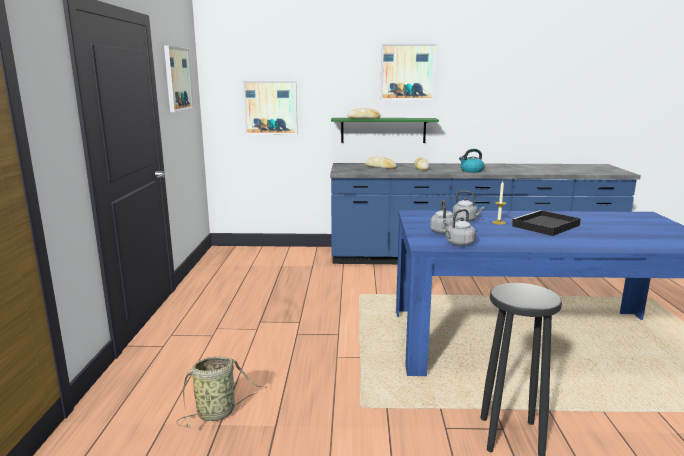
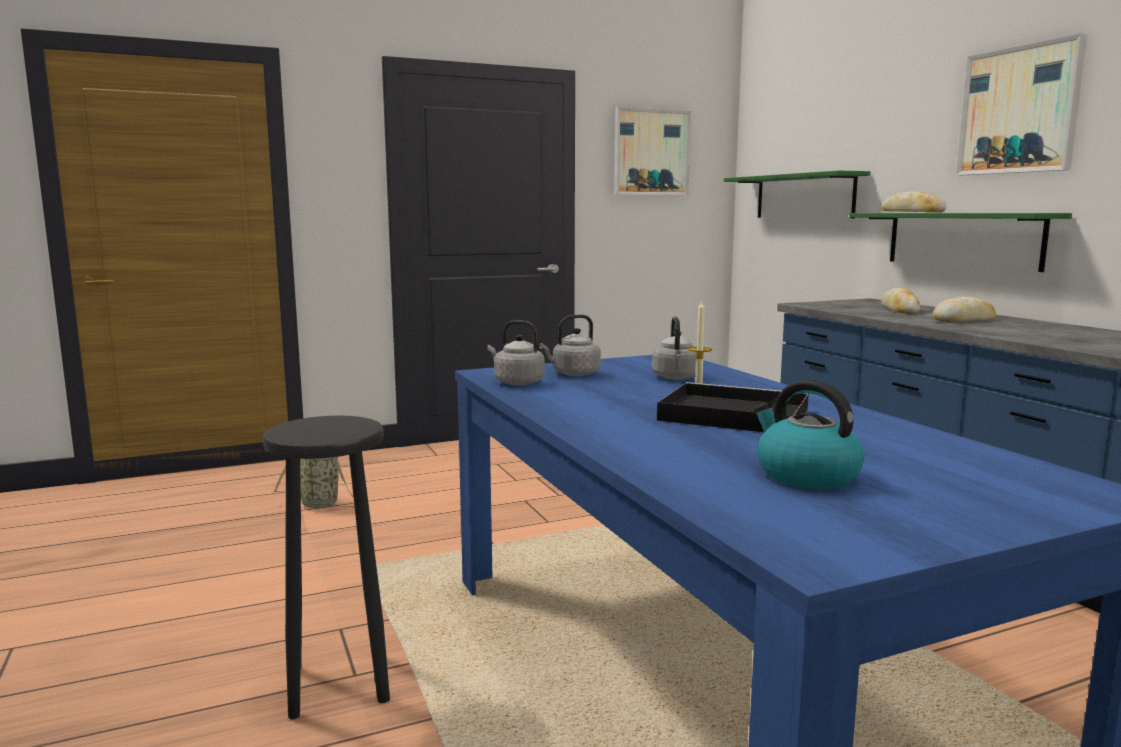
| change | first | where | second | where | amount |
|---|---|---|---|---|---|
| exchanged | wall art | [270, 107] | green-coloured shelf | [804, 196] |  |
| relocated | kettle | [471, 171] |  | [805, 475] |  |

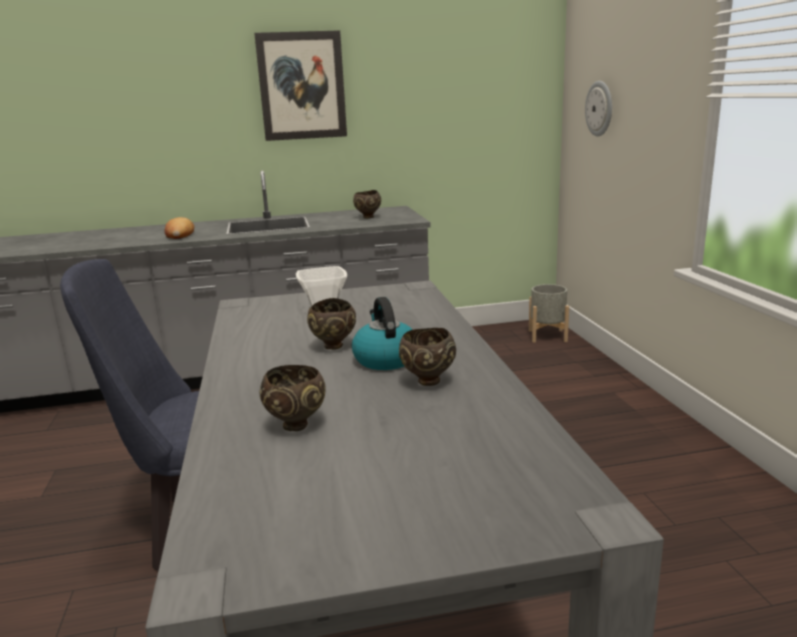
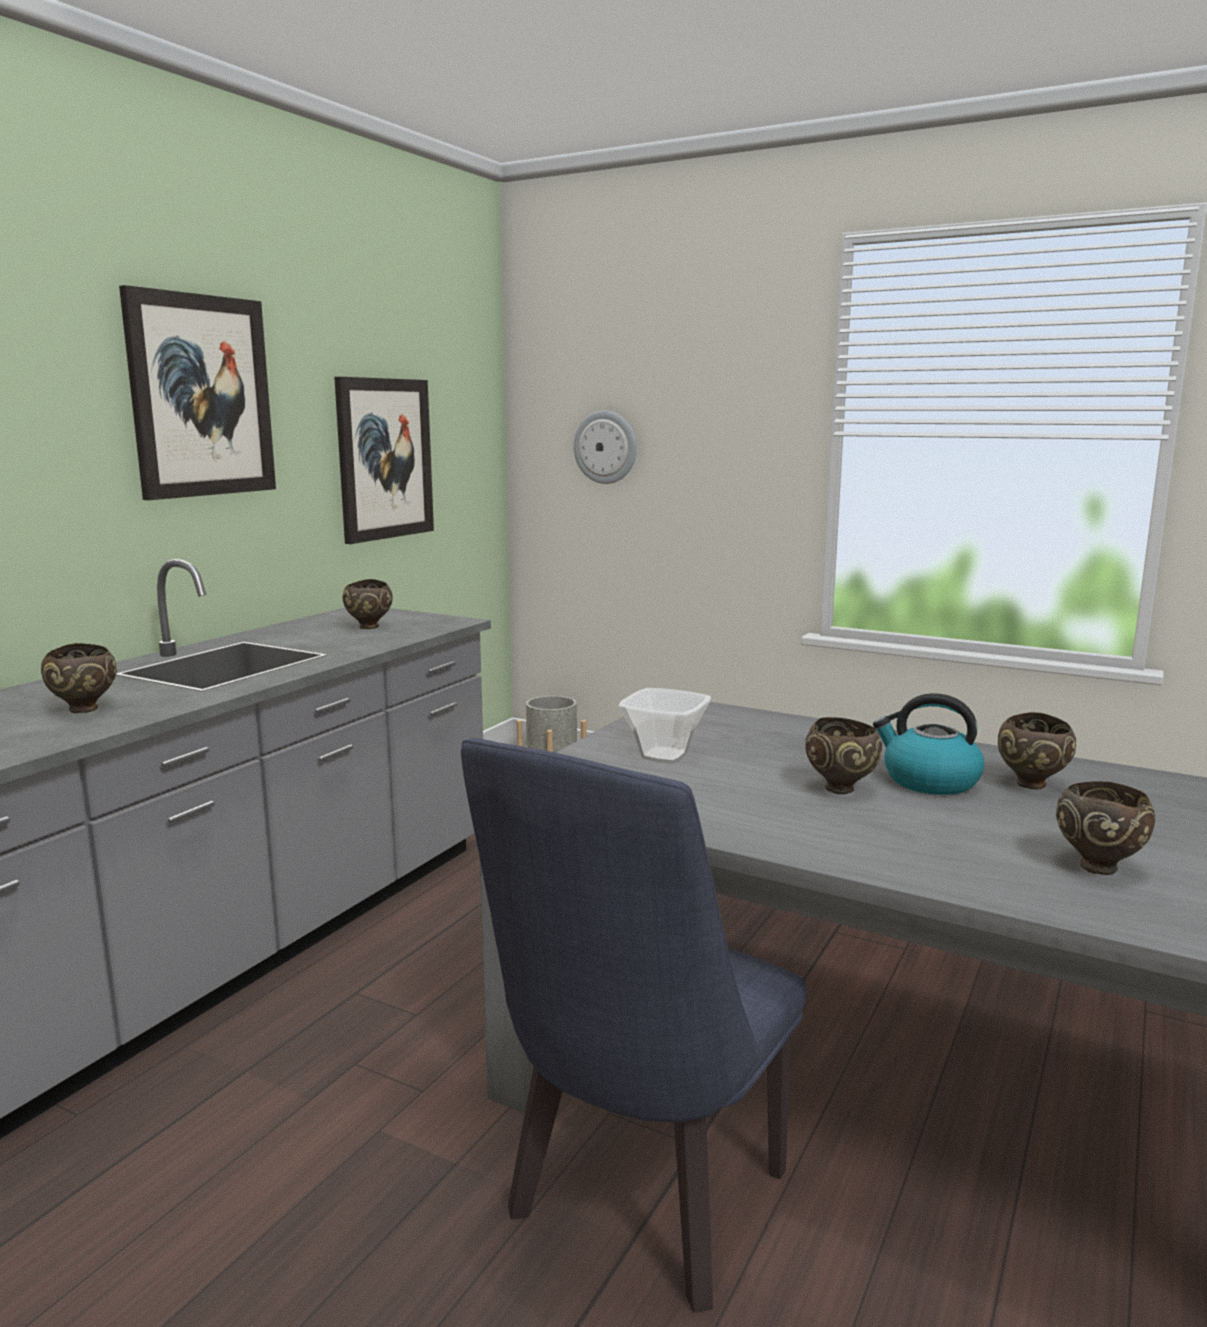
| change | first | where | second | where | amount |
|---|---|---|---|---|---|
| exchanged | bakery bread | [179, 234] | brown-coloured deep dish | [85, 710] |  |
| appeared |  |  | wall art | [384, 459] |  |

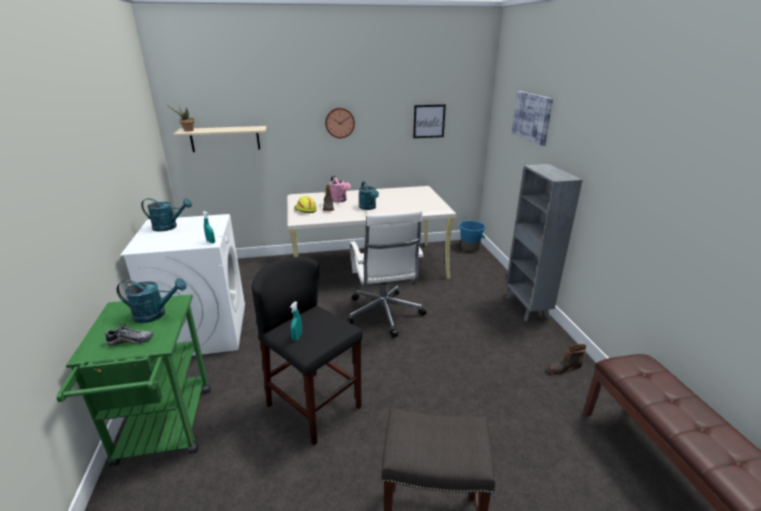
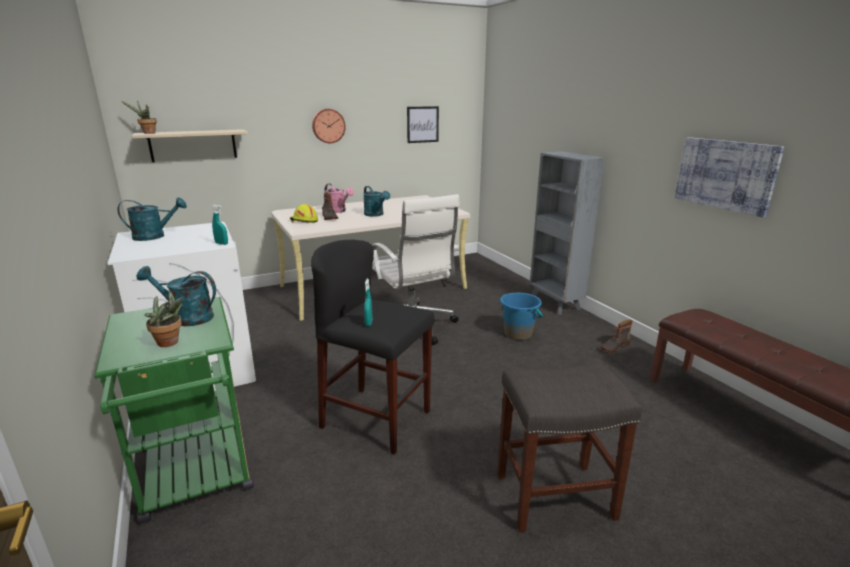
| change | first | where | second | where | amount |
|---|---|---|---|---|---|
| relocated | wall art | [532, 117] |  | [725, 174] |  |
| relocated | blue bucket | [470, 247] |  | [518, 334] |  |
| spun | turquoise-coloured watering pot | [155, 314] |  | [186, 317] | 150 degrees counterclockwise |
| exchanged | low shoe | [131, 341] | potted plant | [171, 342] |  |

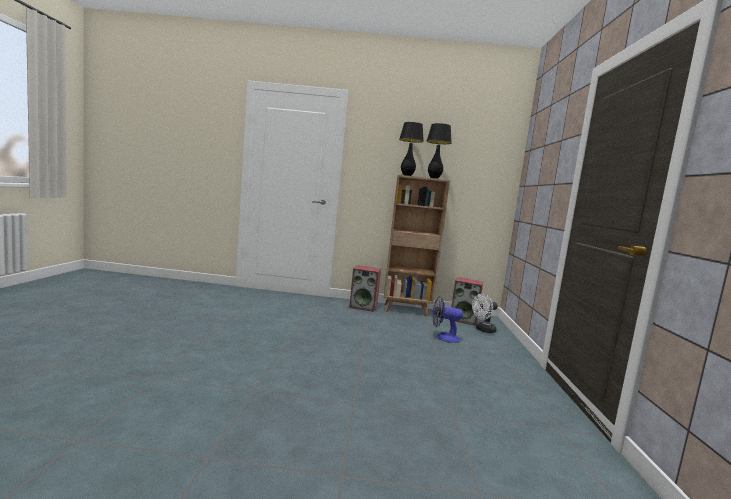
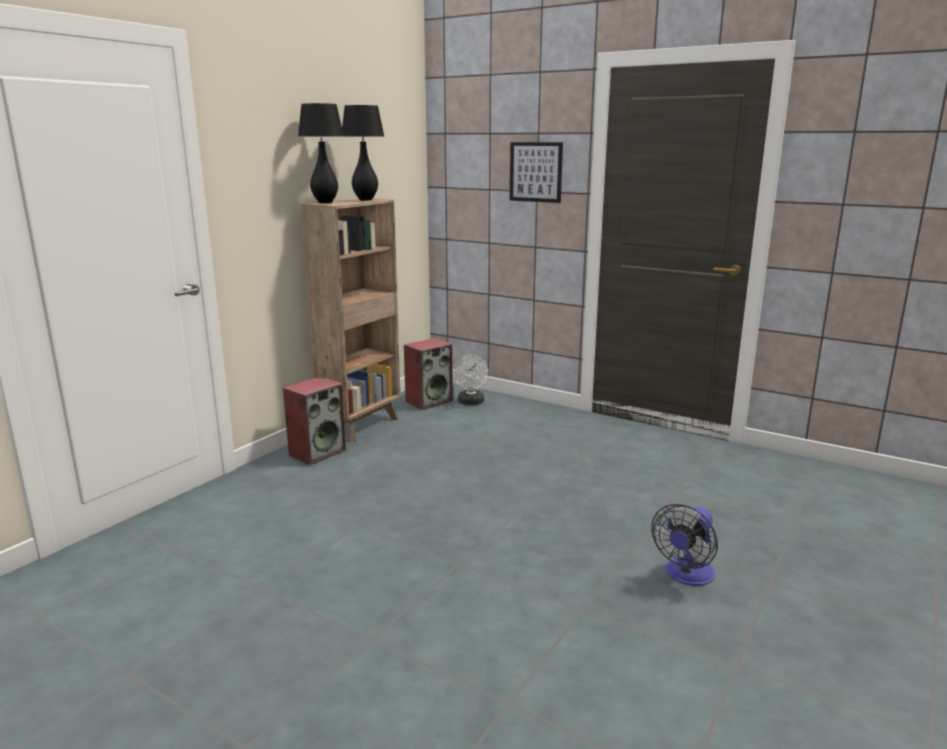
| change | first | where | second | where | amount |
|---|---|---|---|---|---|
| relocated | fan | [443, 337] |  | [686, 575] |  |
| appeared |  |  | wall art | [535, 172] |  |

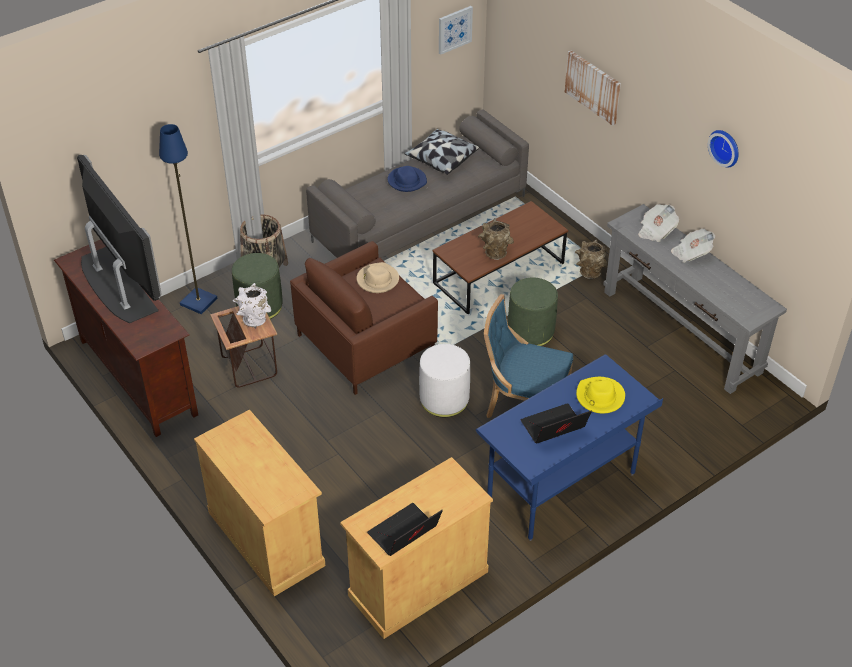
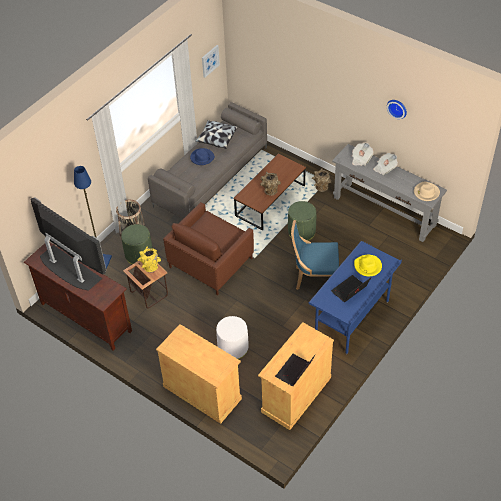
| change | first | where | second | where | amount |
|---|---|---|---|---|---|
| missing | wall art | [593, 87] |  |  |  |
| relocated | sand-coloured wearable hat | [377, 280] |  | [426, 192] |  |
| colour | whitish decorative vase | [253, 319] | yellowish decorative vase | [150, 267] |  |
| relocated | whitish ottoman | [444, 399] |  | [233, 348] |  |

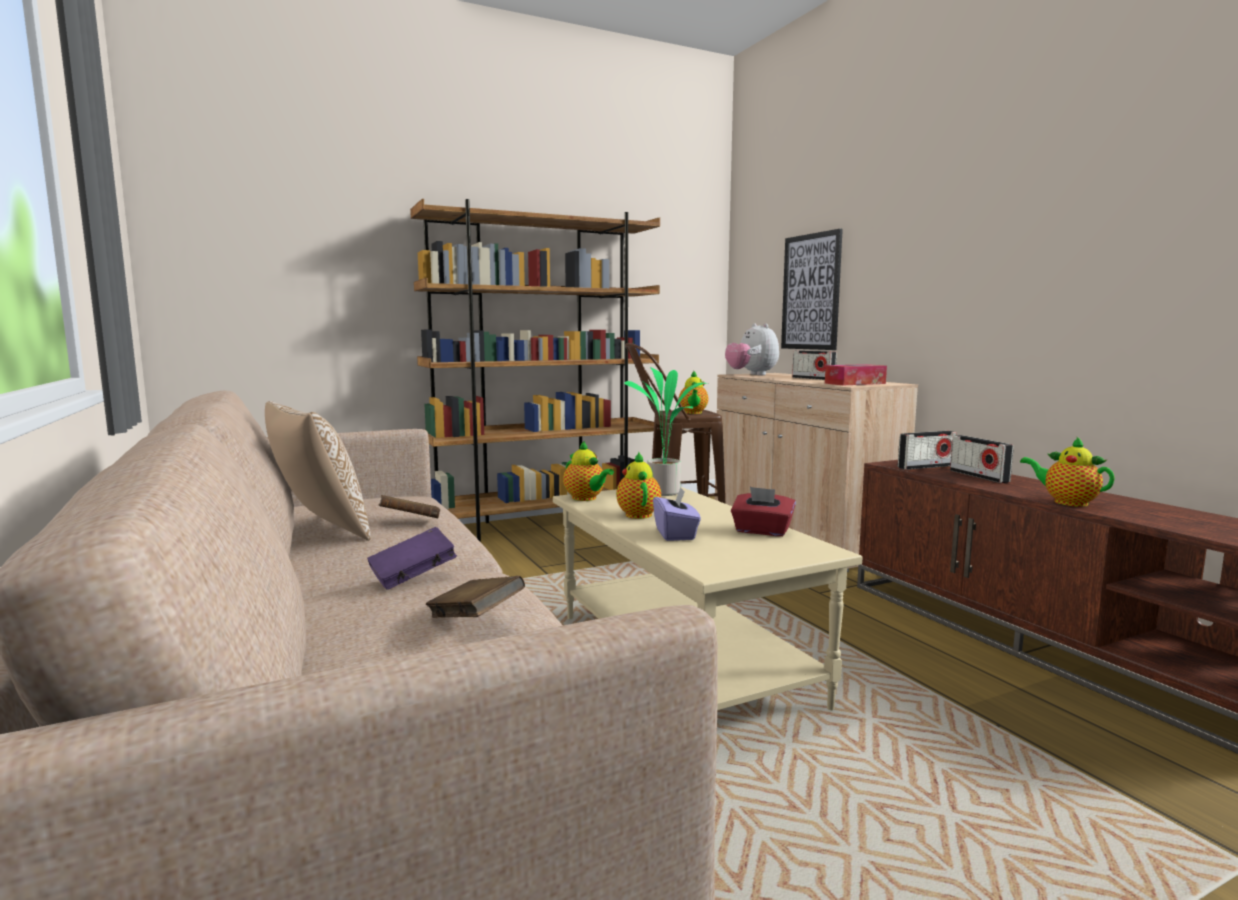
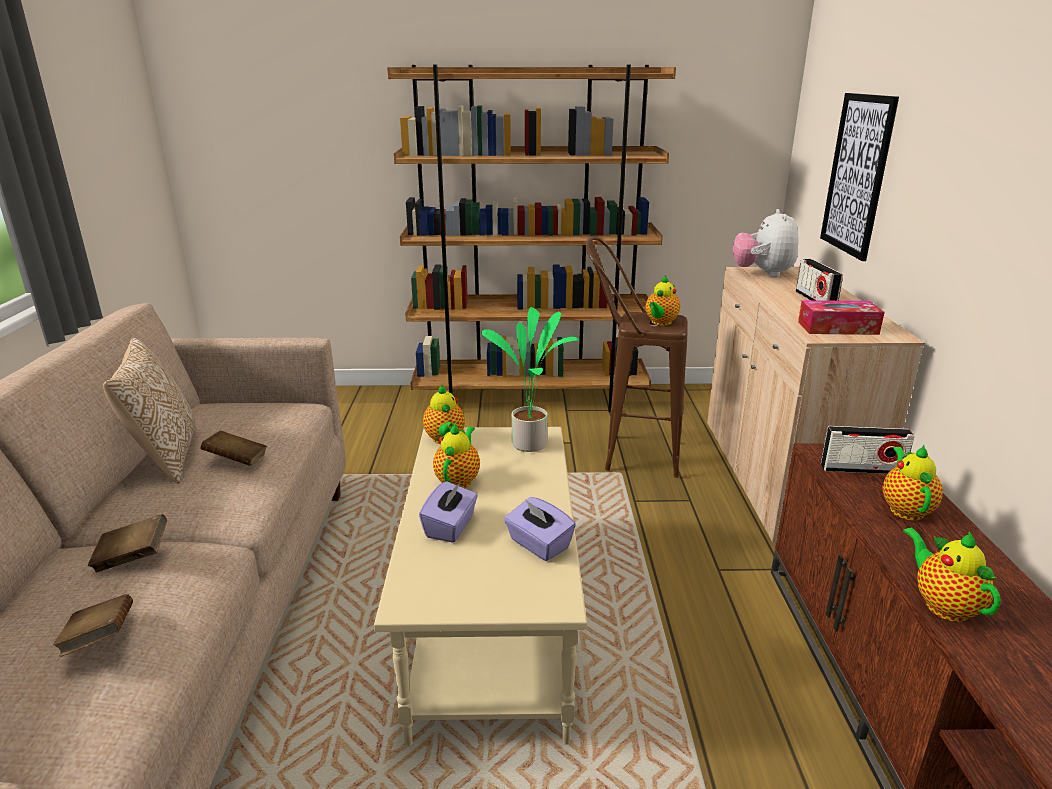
| change | first | where | second | where | amount |
|---|---|---|---|---|---|
| exchanged | radio receiver | [978, 476] | teapot | [905, 509] |  |
| colour | reddish tissue holder | [762, 531] | purple tissue holder | [538, 544] |  |
| colour | purple volume | [413, 577] | brown-coloured volume | [133, 557] |  |

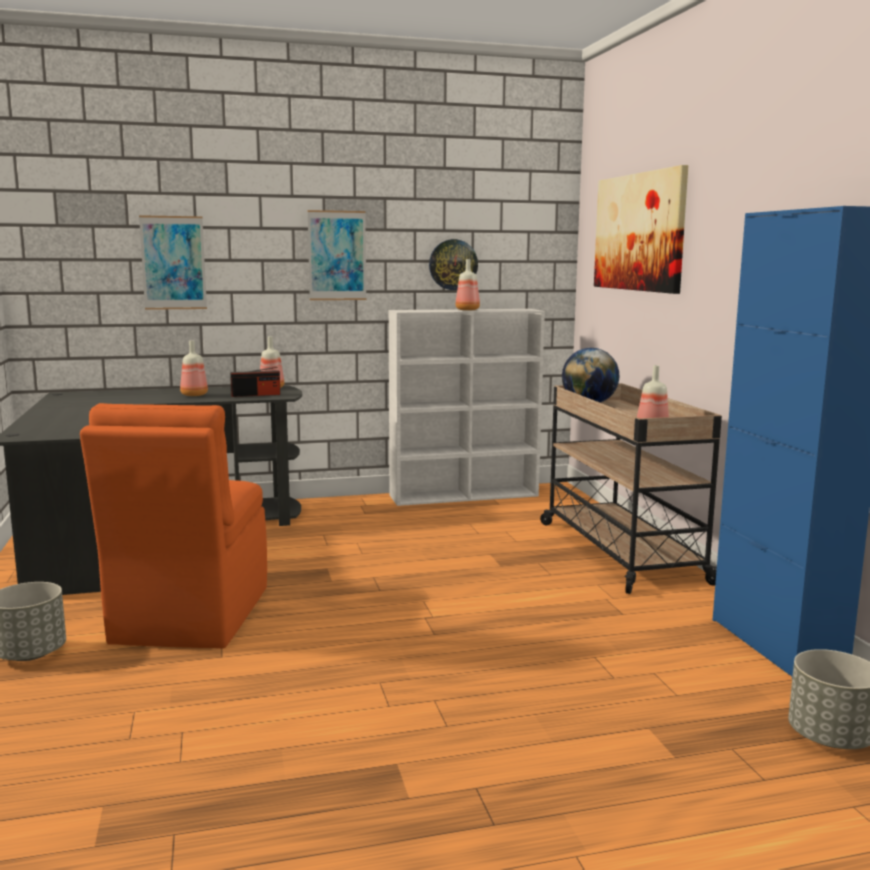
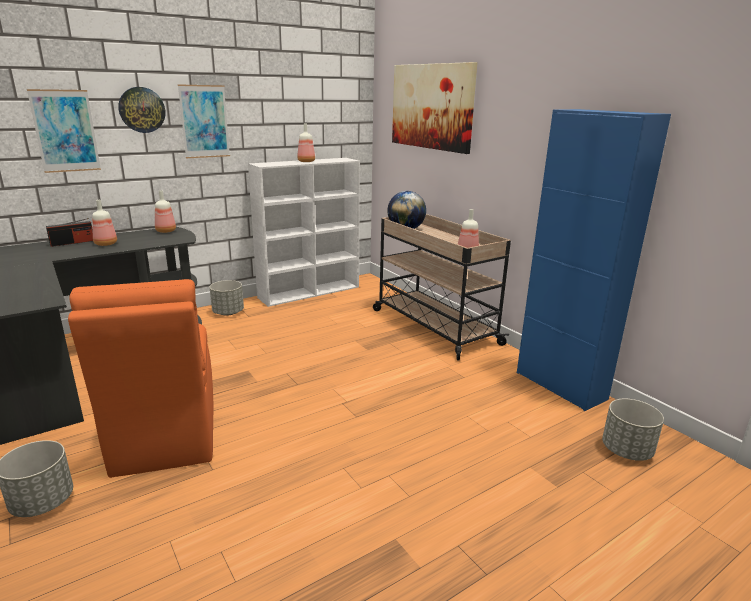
| change | first | where | second | where | amount |
|---|---|---|---|---|---|
| relocated | clock on the wall | [453, 264] |  | [142, 110] |  |
| relocated | radio receiver | [256, 395] |  | [72, 242] |  |
| appeared |  |  | gray flower pot | [228, 313] |  |

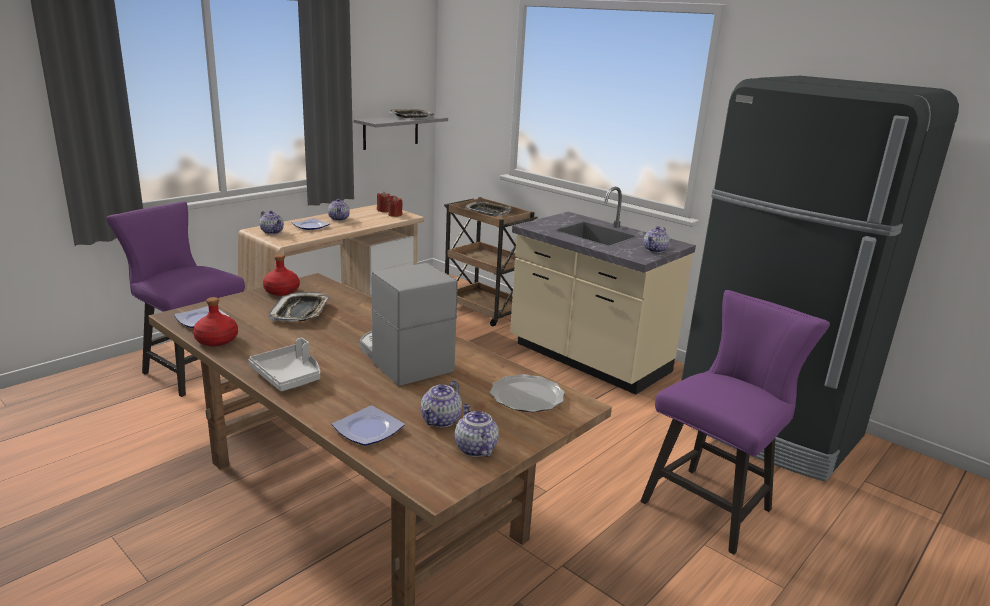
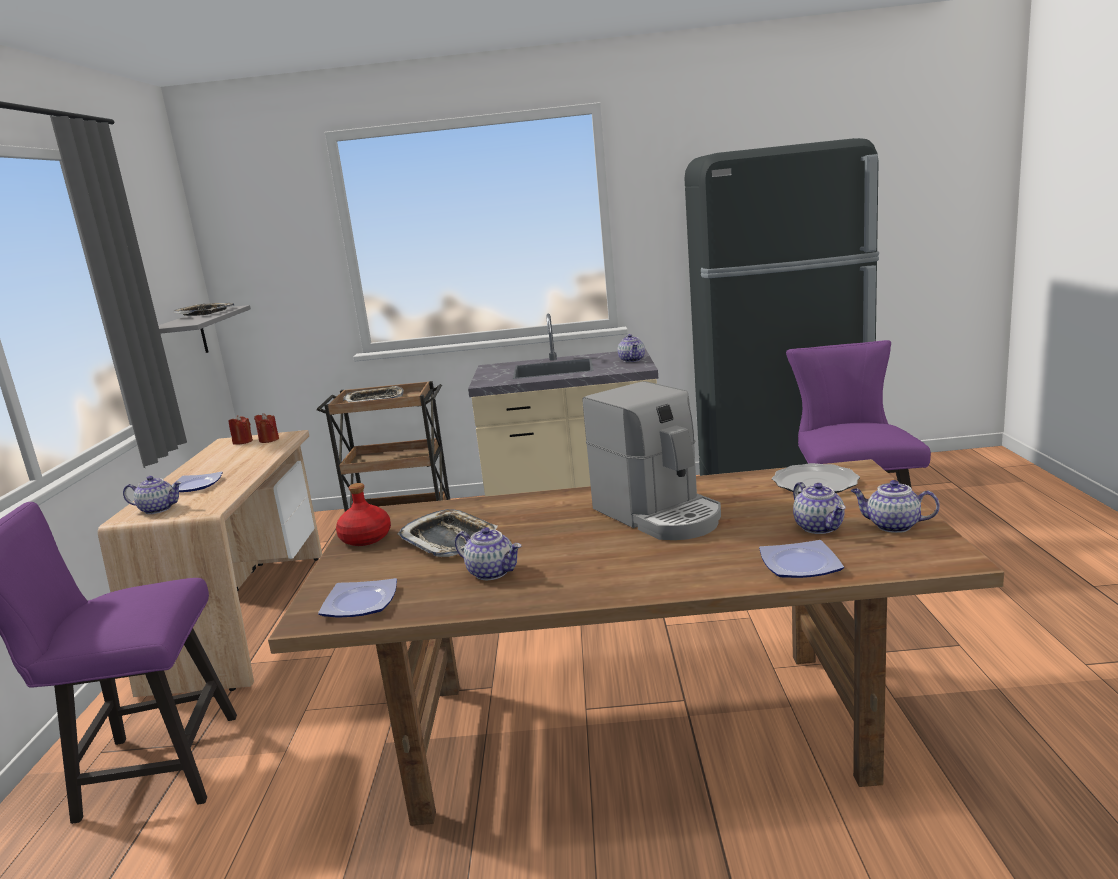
| change | first | where | second | where | amount |
|---|---|---|---|---|---|
| relocated | teapot | [339, 219] |  | [492, 572] |  |
| spun | coffee maker | [403, 359] |  | [659, 515] | 135 degrees counterclockwise |
| missing | reddish beverage bottle | [217, 340] |  |  |  |
| missing | gray serving tray | [289, 376] |  |  |  |

